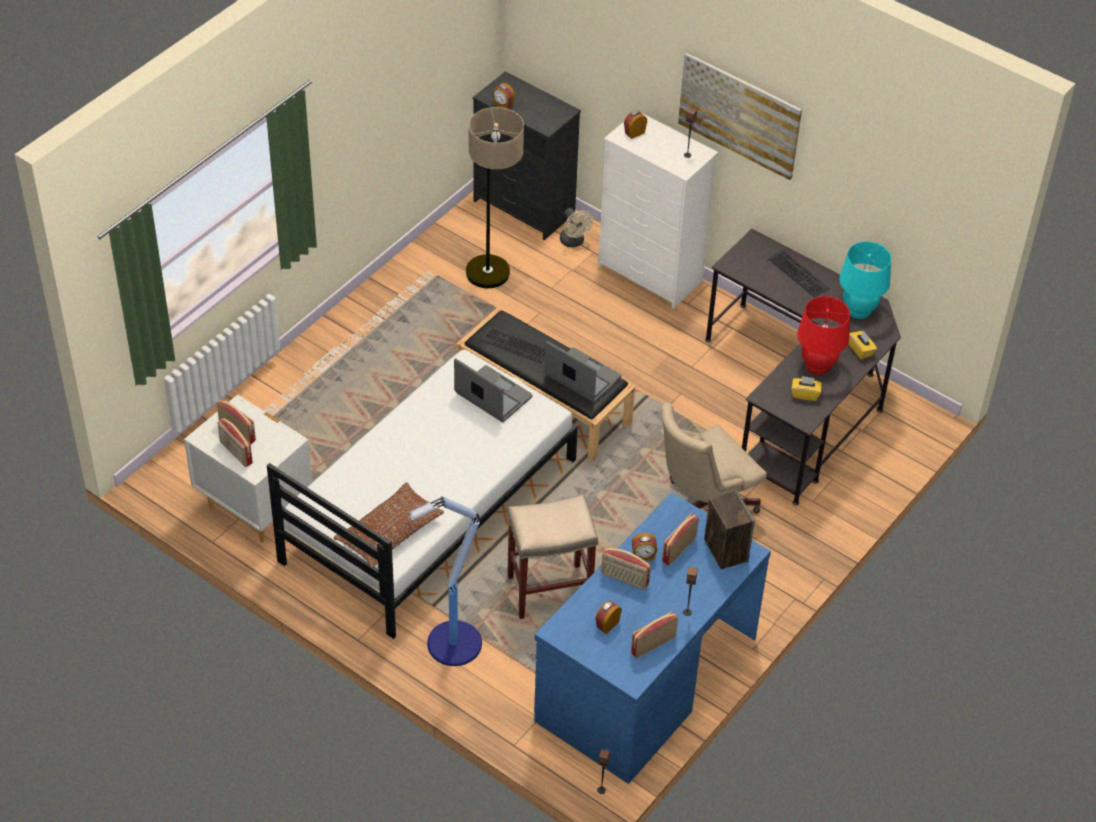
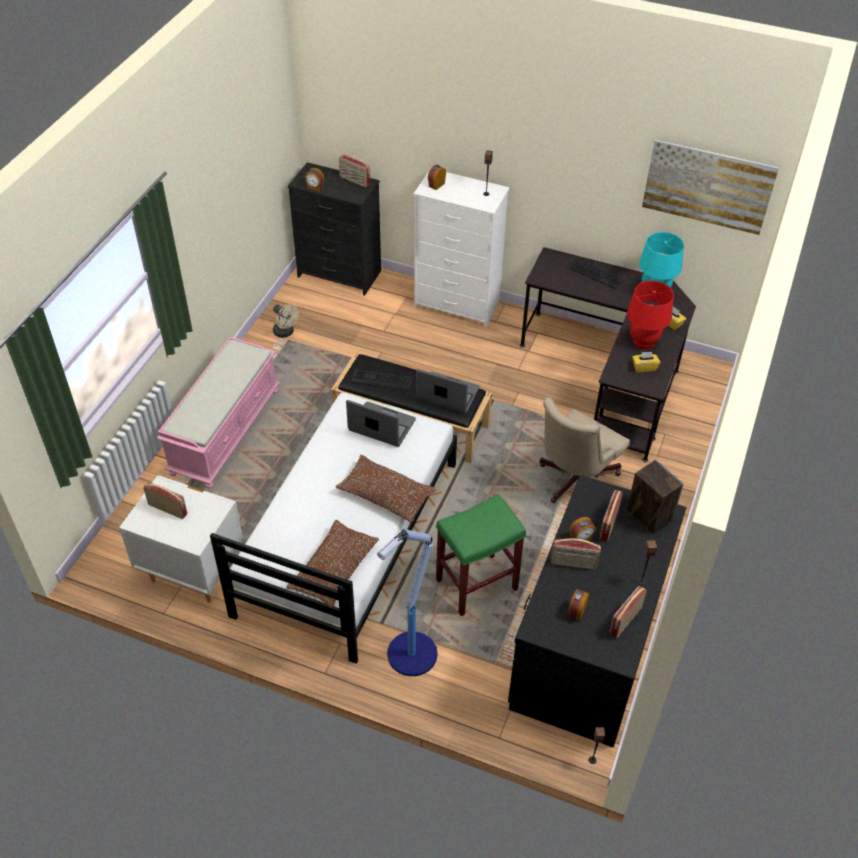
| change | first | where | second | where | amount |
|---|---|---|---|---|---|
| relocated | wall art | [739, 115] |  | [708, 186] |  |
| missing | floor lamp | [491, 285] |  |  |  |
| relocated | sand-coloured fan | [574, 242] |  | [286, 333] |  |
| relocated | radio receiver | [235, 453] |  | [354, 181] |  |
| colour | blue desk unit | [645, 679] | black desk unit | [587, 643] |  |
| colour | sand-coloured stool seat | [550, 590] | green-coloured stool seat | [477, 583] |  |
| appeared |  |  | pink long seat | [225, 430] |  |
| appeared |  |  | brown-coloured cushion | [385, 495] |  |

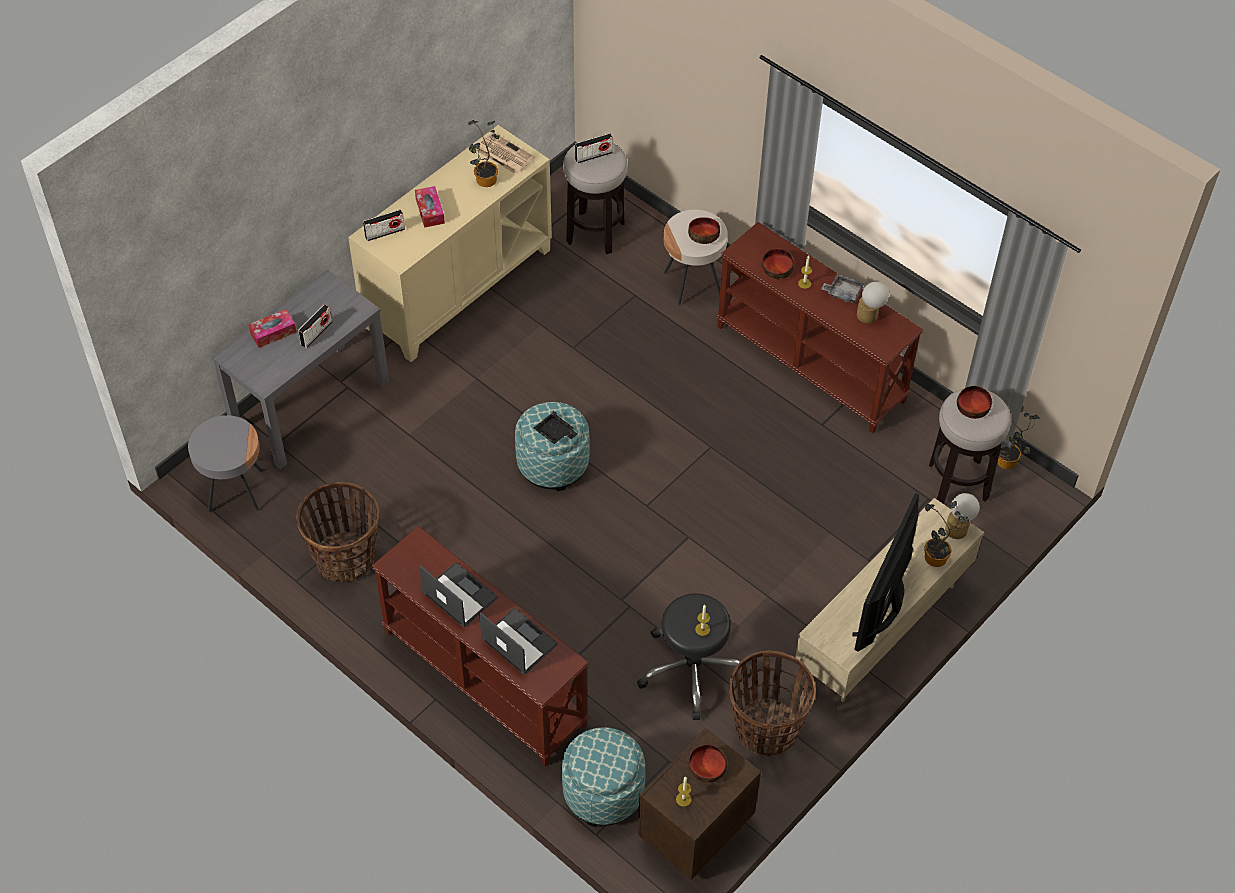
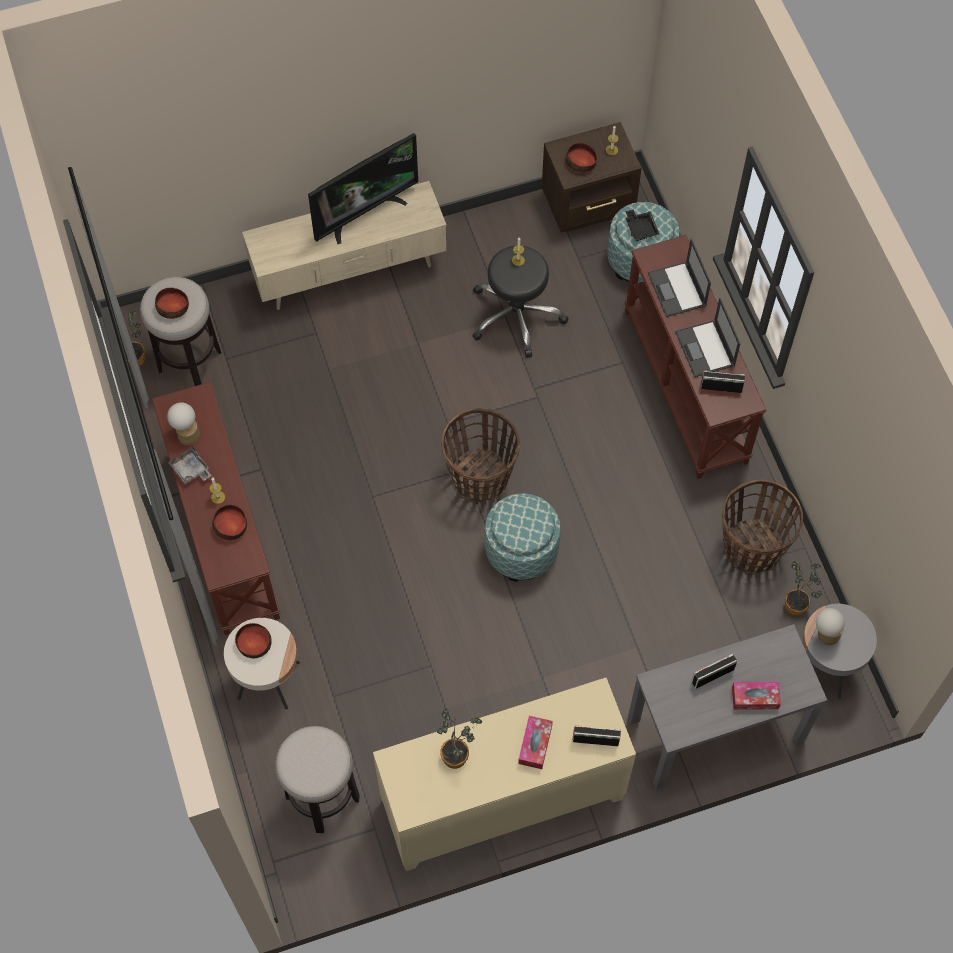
| change | first | where | second | where | amount |
|---|---|---|---|---|---|
| missing | printed paper | [503, 154] |  |  |  |
| relocated | radio receiver | [593, 155] |  | [721, 387] |  |
| relocated | black serving tray | [555, 433] |  | [641, 228] |  |
| relocated | table lamp | [959, 528] |  | [825, 634] |  |
| relocated | potted plant | [935, 561] |  | [797, 603] |  |
| relocated | basket | [766, 728] |  | [480, 477] |  |

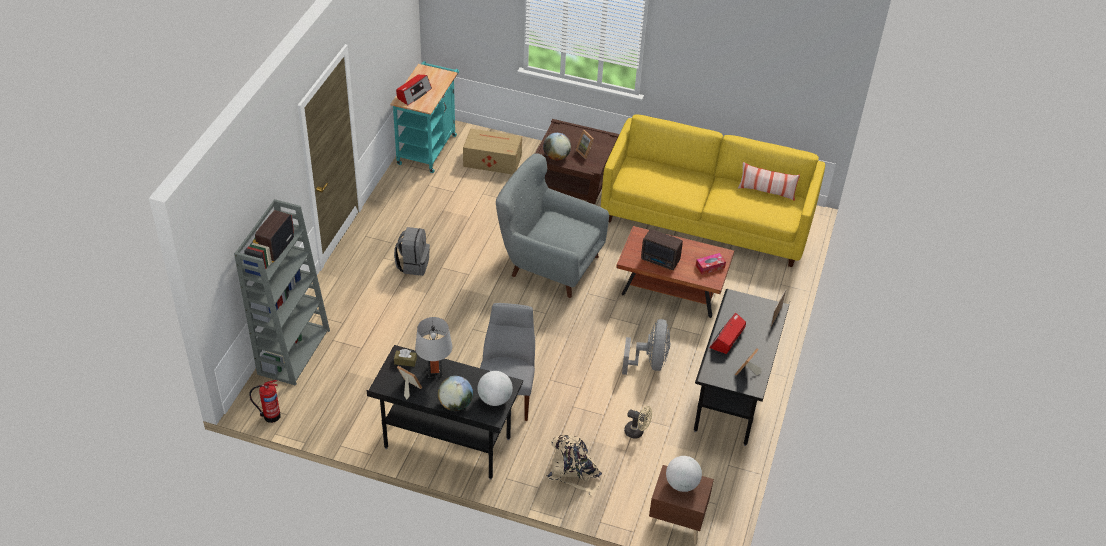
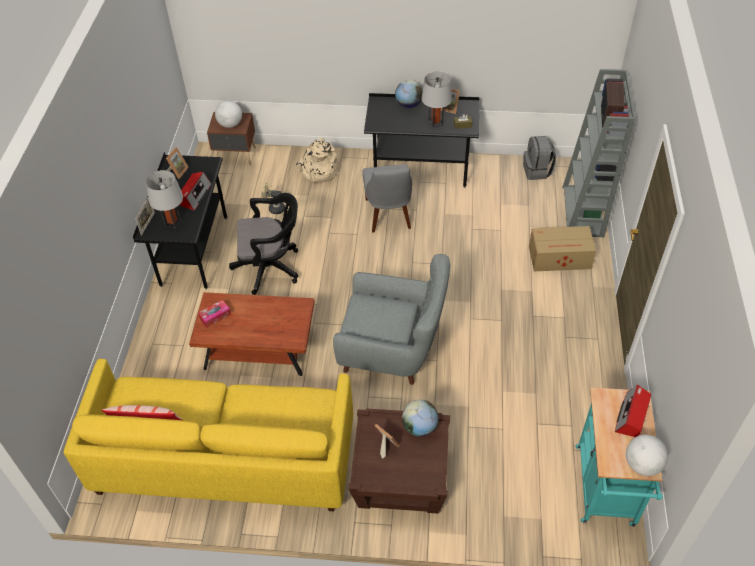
| change | first | where | second | where | amount |
|---|---|---|---|---|---|
| relocated | cardboard box | [491, 160] |  | [560, 258] |  |
| relocated | gray knapsack | [413, 264] |  | [537, 171] |  |
| missing | radio receiver | [660, 261] |  |  |  |
| exchanged | gray fan | [649, 362] | black desk chair | [271, 267] |  |
| relocated | world globe | [494, 399] |  | [642, 465] |  |
| missing | fire extinguisher | [270, 416] |  |  |  |
| appeared |  |  | gray table lamp | [172, 222] |  |

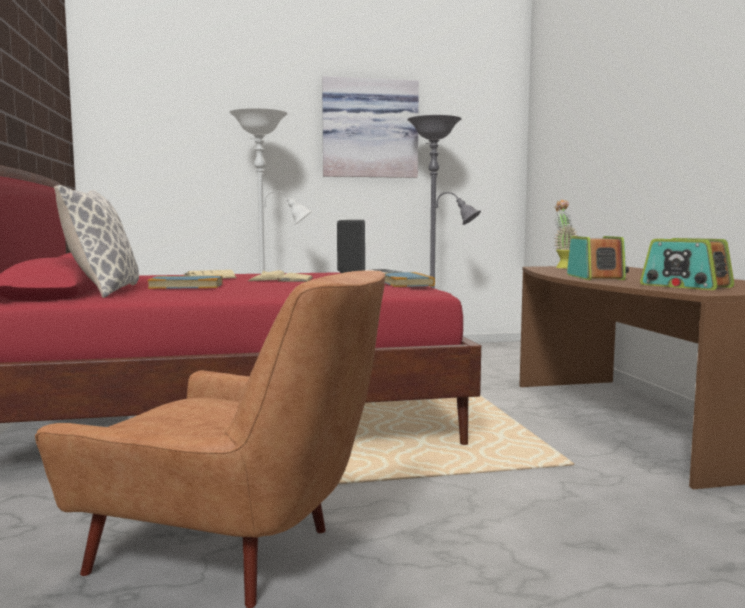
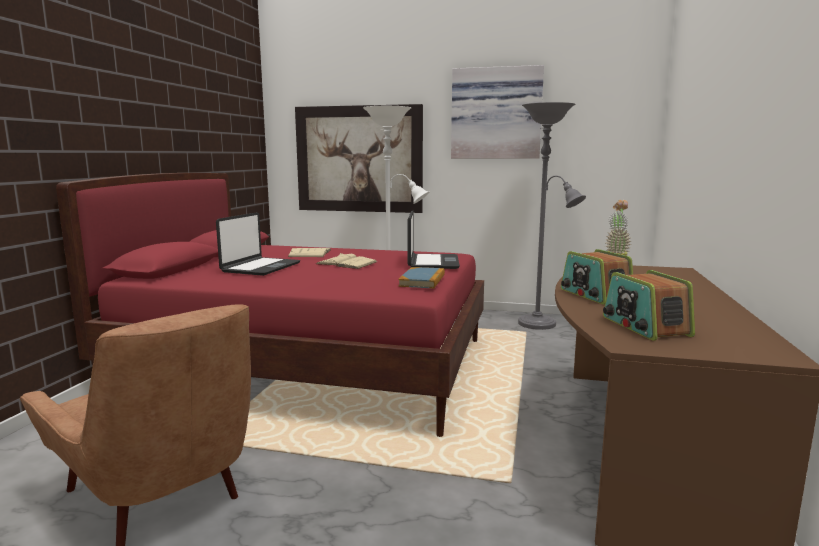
| change | first | where | second | where | amount |
|---|---|---|---|---|---|
| missing | cushion | [103, 291] |  |  |  |
| spun | radio receiver | [595, 277] |  | [595, 295] | 135 degrees clockwise |
| exchanged | volume | [186, 286] | laptop | [260, 267] |  |
| appeared |  |  | wall art | [358, 159] |  |

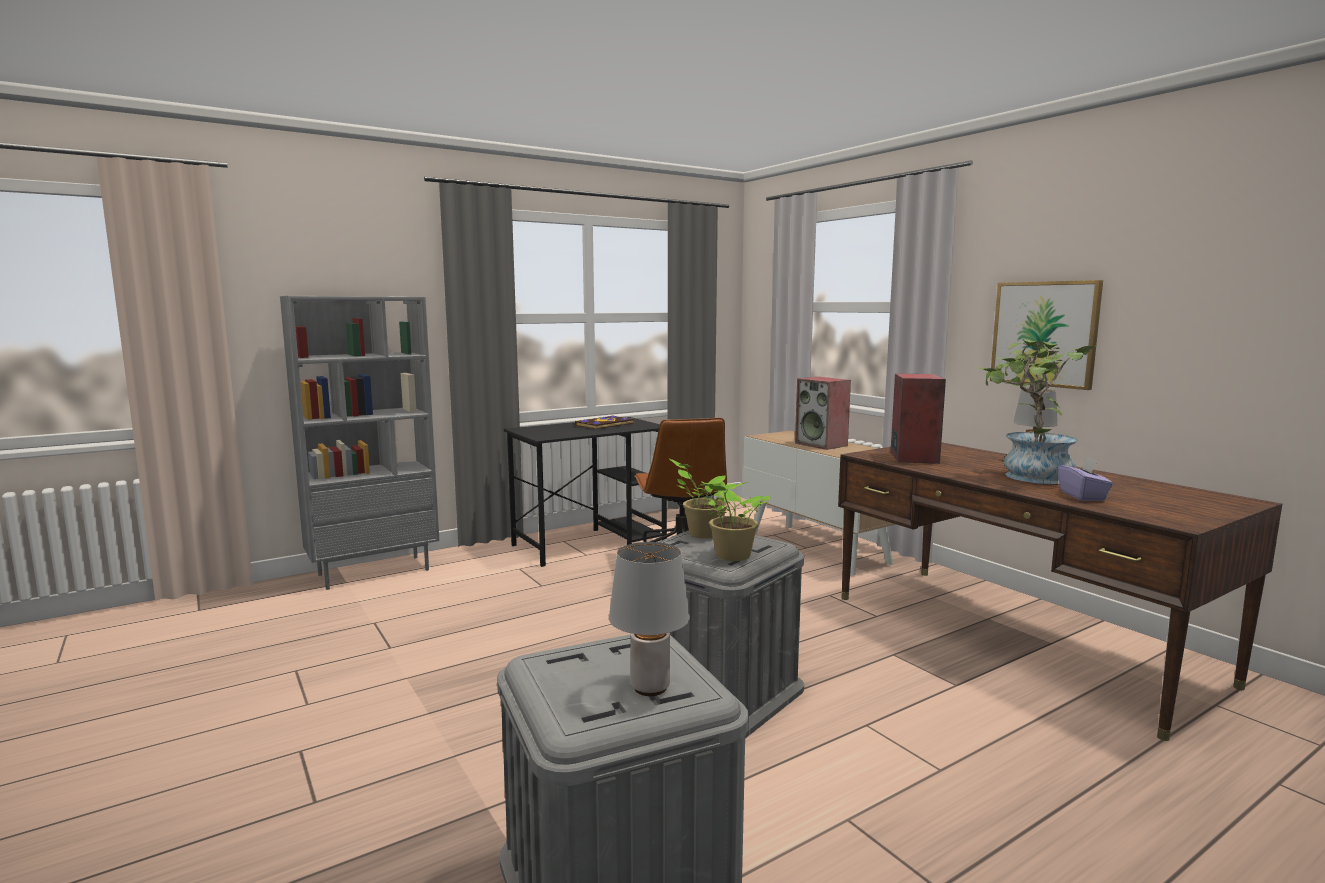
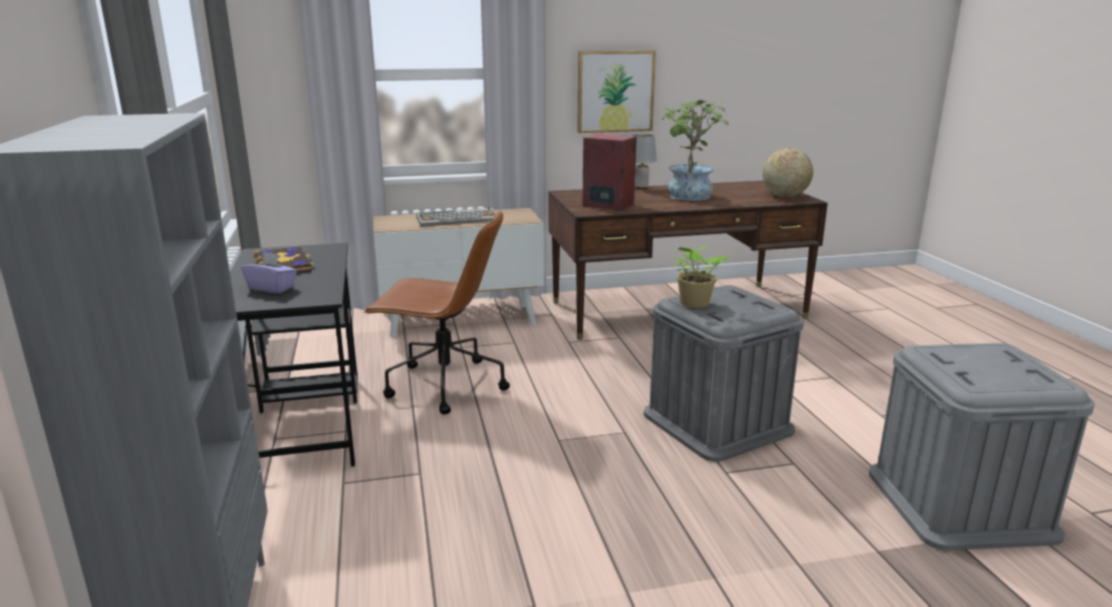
| change | first | where | second | where | amount |
|---|---|---|---|---|---|
| exchanged | loudspeaker | [822, 444] | computer keyboard | [458, 219] |  |
| relocated | purple tissue holder | [1083, 496] |  | [272, 288] |  |
| missing | potted plant | [731, 556] |  |  |  |
| missing | gray table lamp | [649, 688] |  |  |  |
| appeared |  |  | world globe | [784, 196] |  |

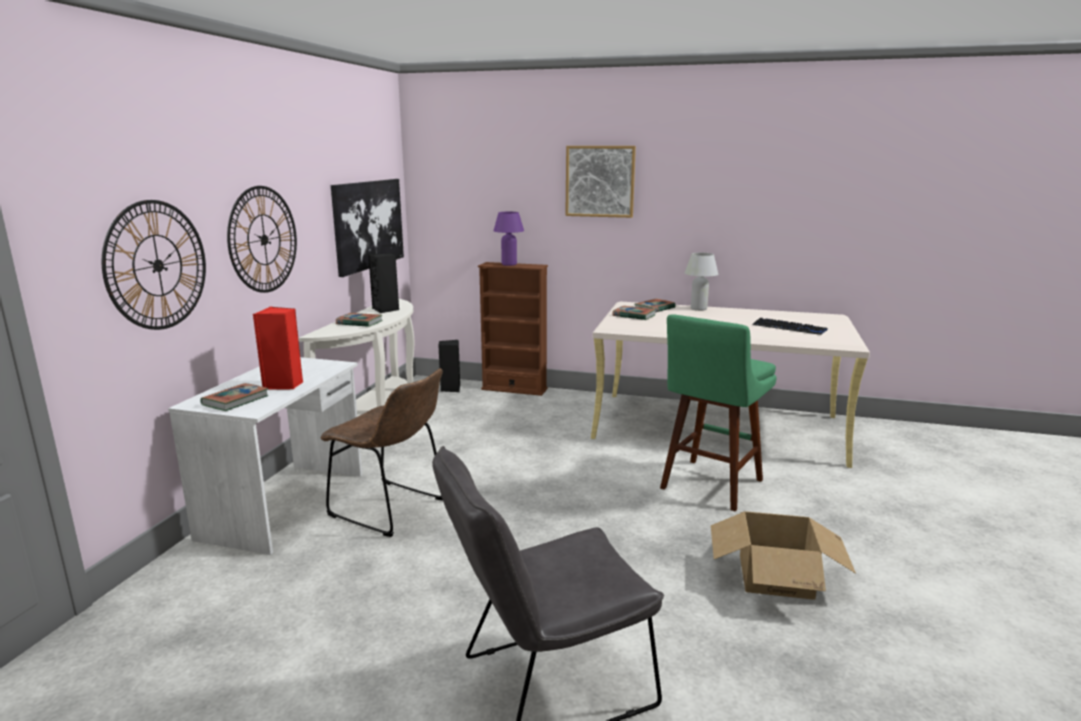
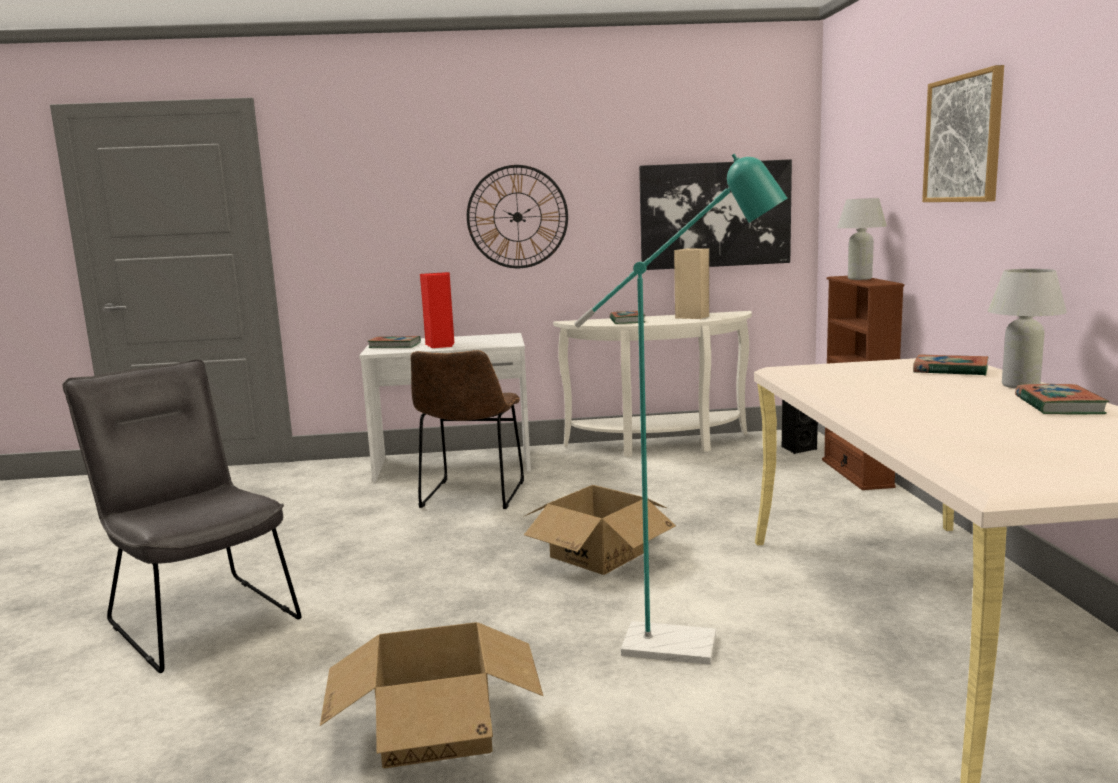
| change | first | where | second | where | amount |
|---|---|---|---|---|---|
| missing | clock on the wall | [157, 265] |  |  |  |
| colour | purple table lamp | [509, 264] | whitish table lamp | [859, 279] |  |
| colour | black loudspeaker | [386, 310] | sand-coloured loudspeaker | [693, 317] |  |
| relocated | volume | [634, 316] |  | [1058, 405] |  |
| exchanged | green-coloured stool seat | [709, 486] | turquoise-coloured floor lamp | [688, 647] |  |
| missing | computer keyboard | [789, 328] |  |  |  |
| appeared |  |  | cardboard box | [599, 554] |  |

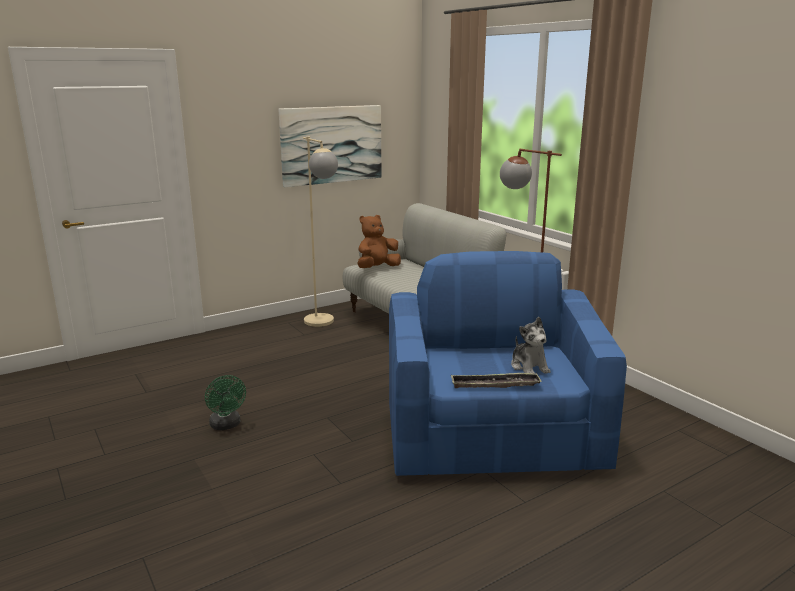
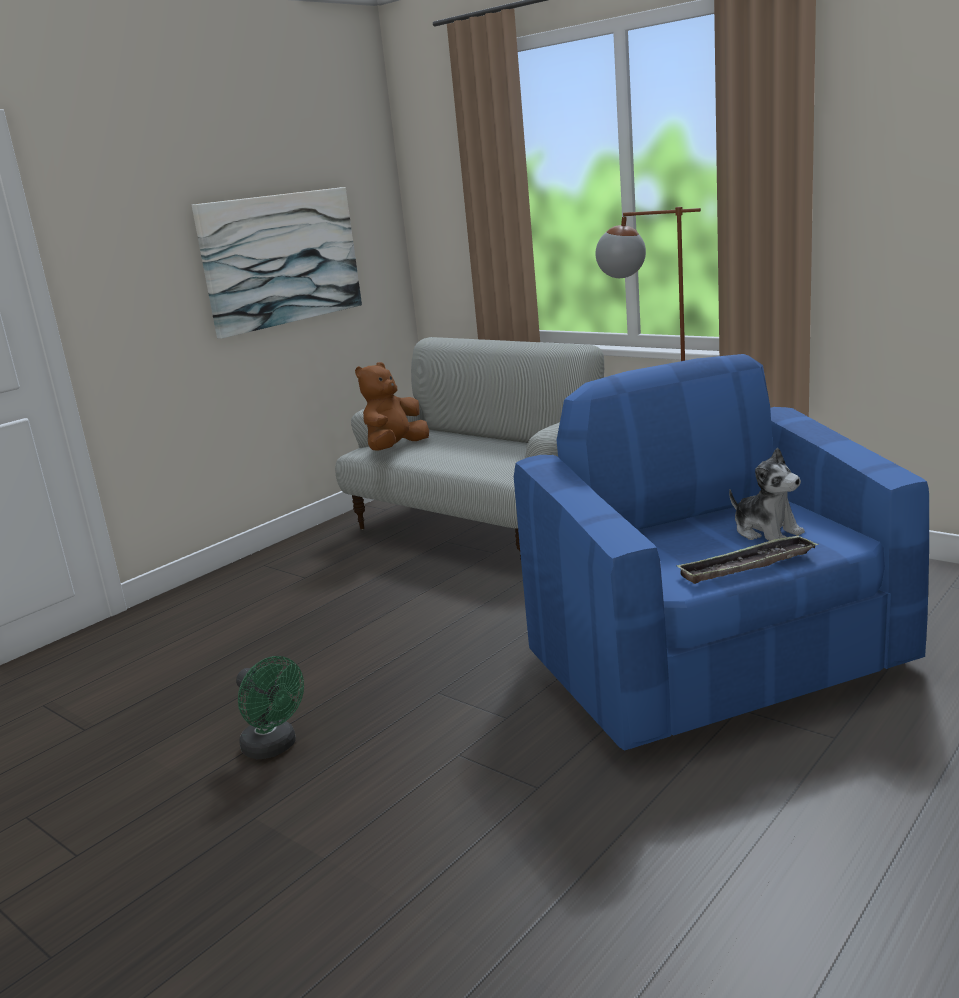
| change | first | where | second | where | amount |
|---|---|---|---|---|---|
| missing | sand-coloured floor lamp | [323, 324] |  |  |  |

